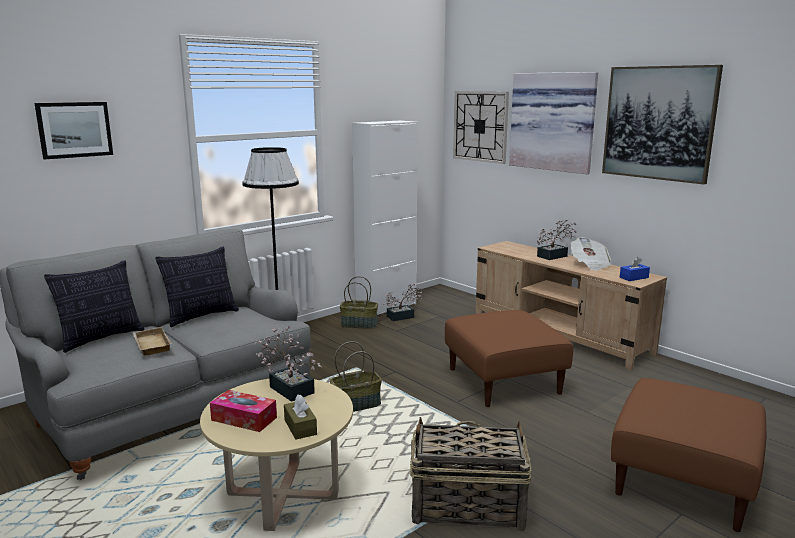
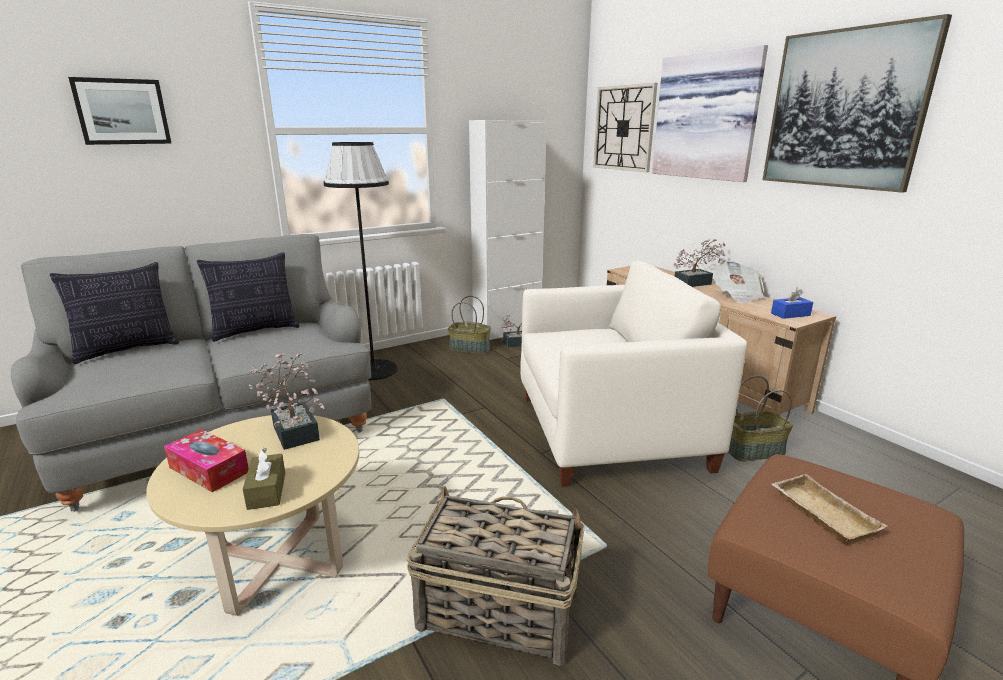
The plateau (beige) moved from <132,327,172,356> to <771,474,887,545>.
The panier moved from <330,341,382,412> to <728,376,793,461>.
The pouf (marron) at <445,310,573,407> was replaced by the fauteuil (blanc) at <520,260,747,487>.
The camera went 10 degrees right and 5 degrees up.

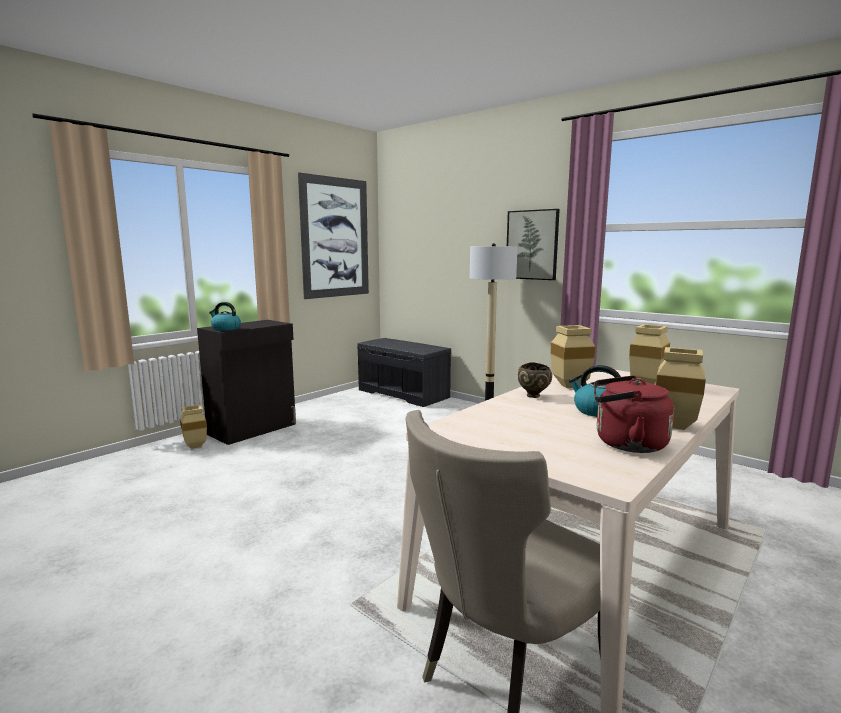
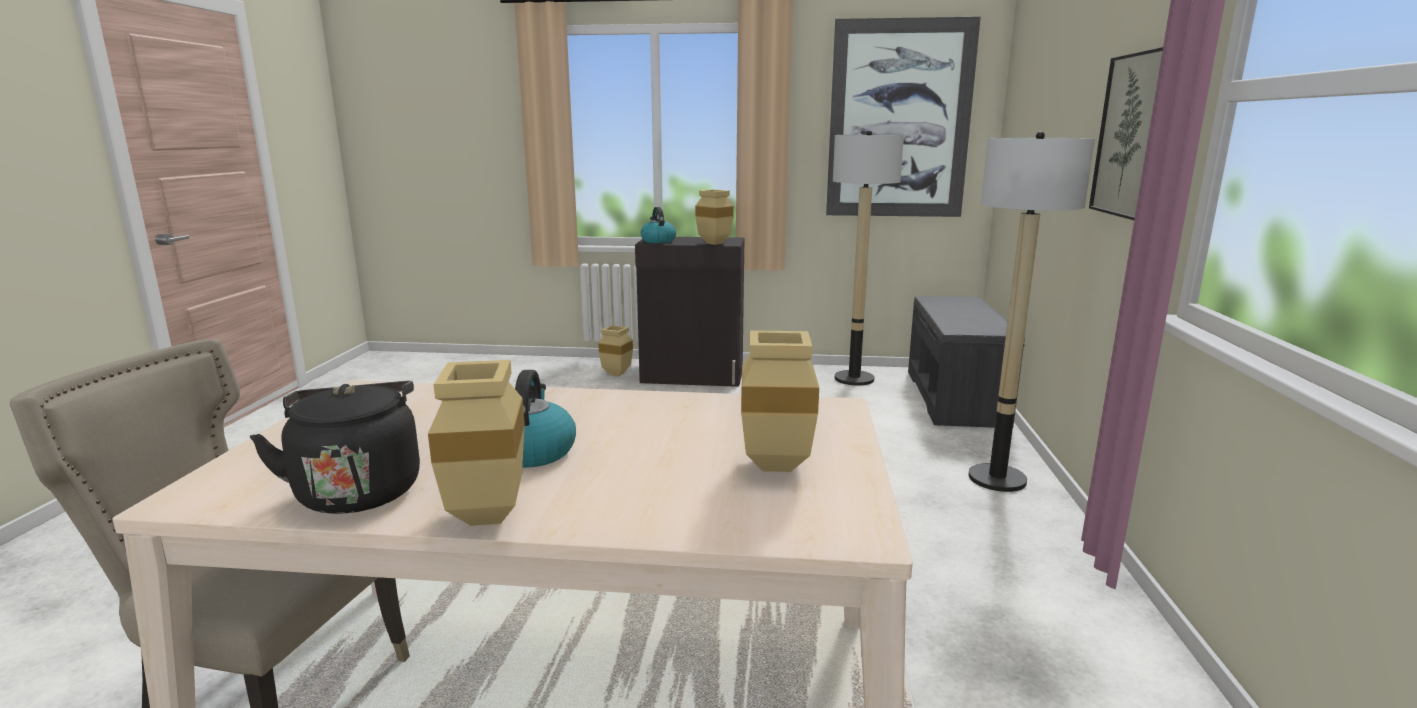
The bol (marron) at <518,362,552,398> disappeared.
The vase (beige) moved from <550,325,595,388> to <695,189,734,245>.
The bouilloire (rouge) at <594,376,674,453> became the bouilloire (noir) at <250,381,420,514>.
The lampadaire at <833,130,904,386> appeared.
The camera went 55 degrees right and 5 degrees up.

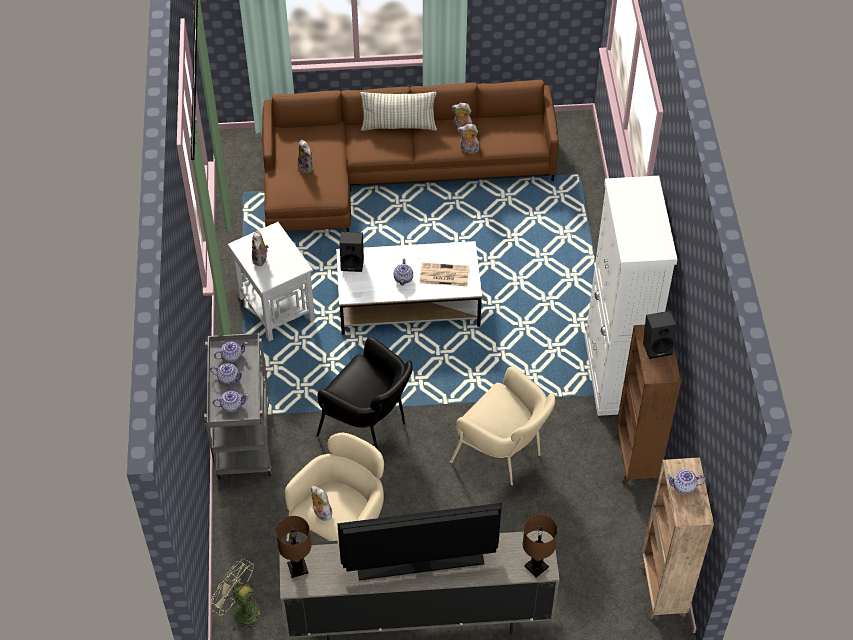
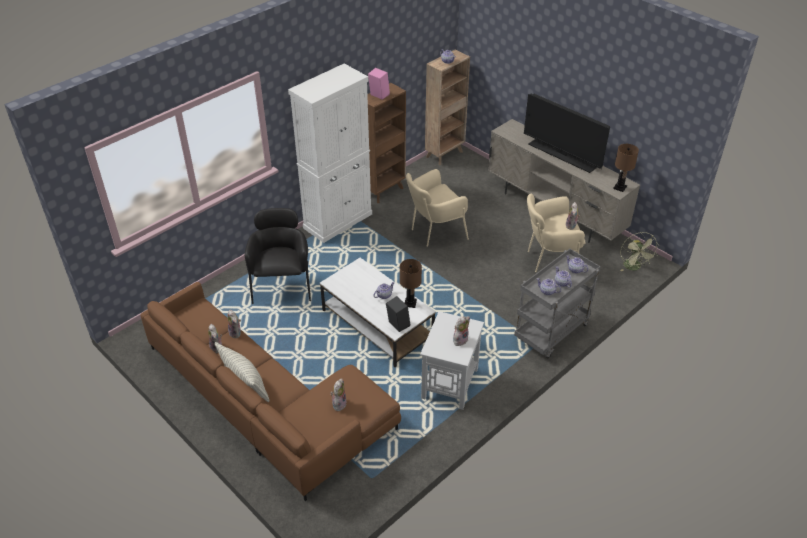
The fauteuil (noir) moved from <316,337,413,449> to <245,208,311,304>.
The journal at <420,263,469,286> disappeared.
The fauteuil (beige) at <450,366,555,485> turned 120 degrees counterclockwise.
The lampe de table (marron) moved from <523,514,558,578> to <400,259,422,308>.
The enceinte (noir) at <643,311,677,359> became the enceinte (rose) at <368,68,390,100>.
The camera went 130 degrees left and 10 degrees down.

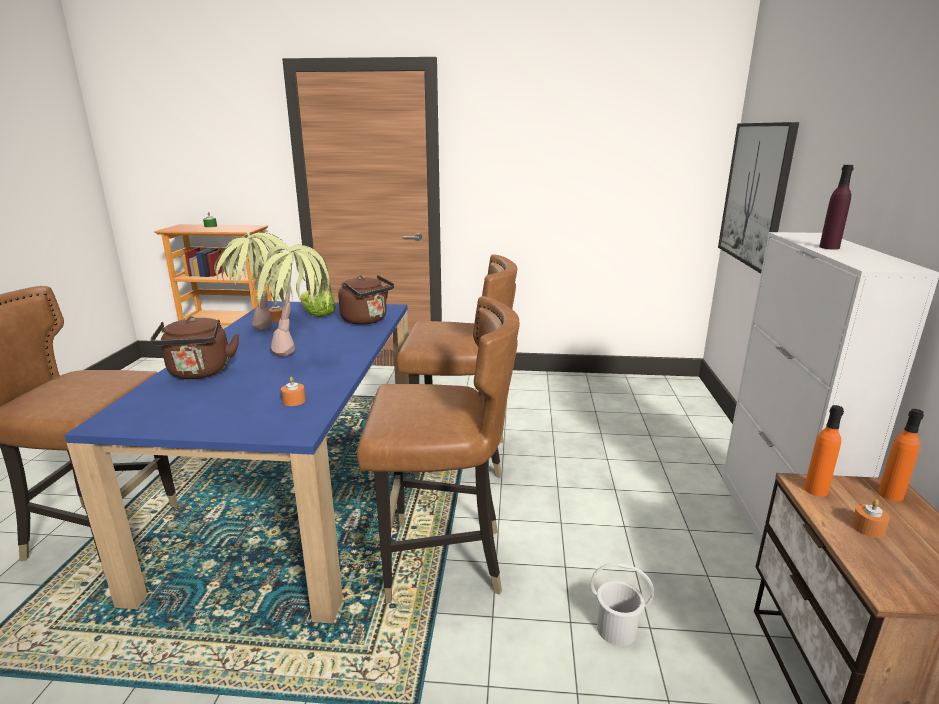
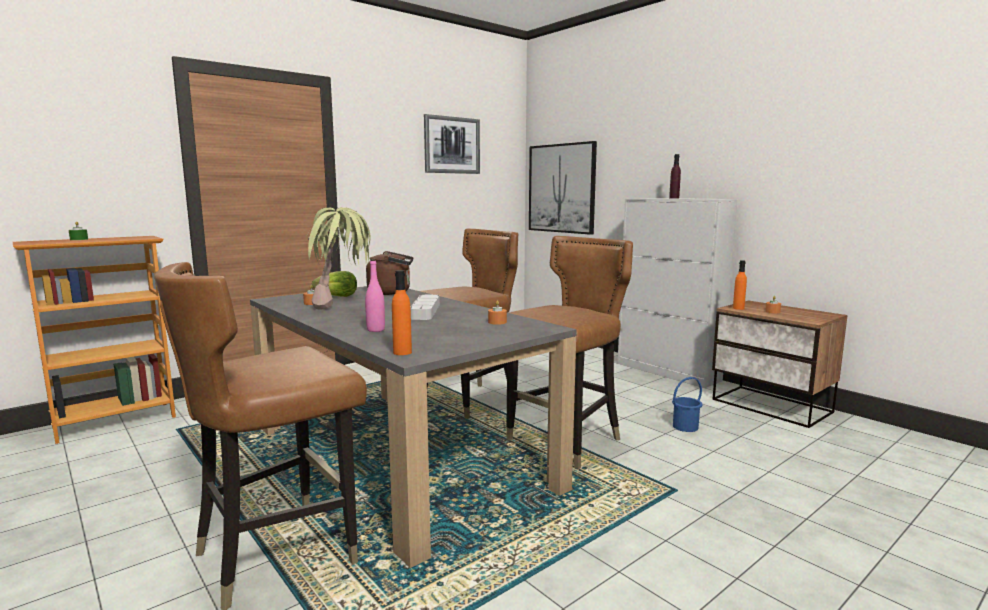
The table à manger (bleu) at <64,301,409,624> became the table à manger (gris) at <250,286,577,568>.
The bouilloire (marron) at <150,316,239,379> was replaced by the bouteille (rose) at <365,259,385,332>.
The plante en pot at <252,244,332,357> was replaced by the plateau (gris) at <410,295,440,320>.
The seau (blanc) at <591,563,654,646> became the seau (bleu) at <672,377,702,432>.
The bouteille (orange) moved from <878,409,924,501> to <392,270,412,355>.
The tableau at <424,114,480,174> appeared.
The camera went 45 degrees left and 10 degrees down.

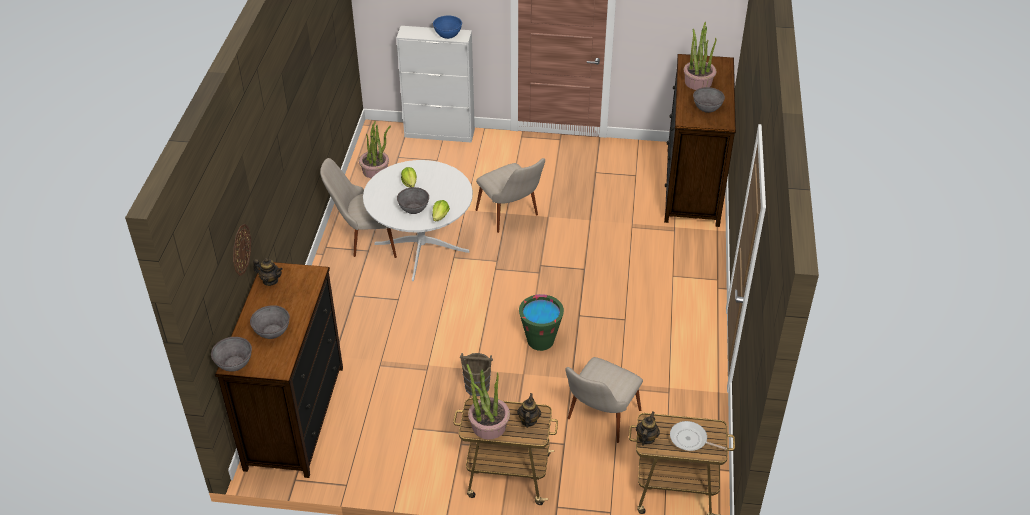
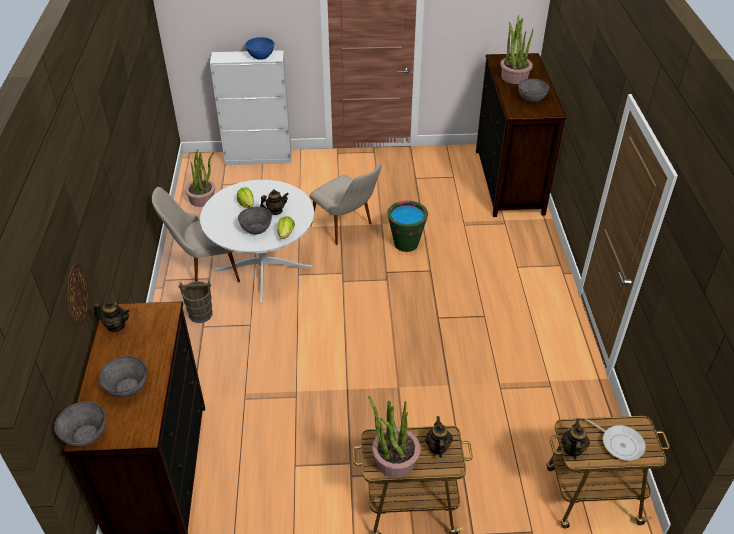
The seau (marron) moved from <460,353,493,396> to <179,281,213,323>.
The seau (vert) moved from <519,294,564,351> to <387,201,428,252>.
The chaise (beige) at <565,357,643,443> disappeared.
The poêle at <670,421,727,451> turned 150 degrees counterclockwise.
The théière at <260,189,289,215> appeared.
The camera went 10 degrees left and 0 degrees up.

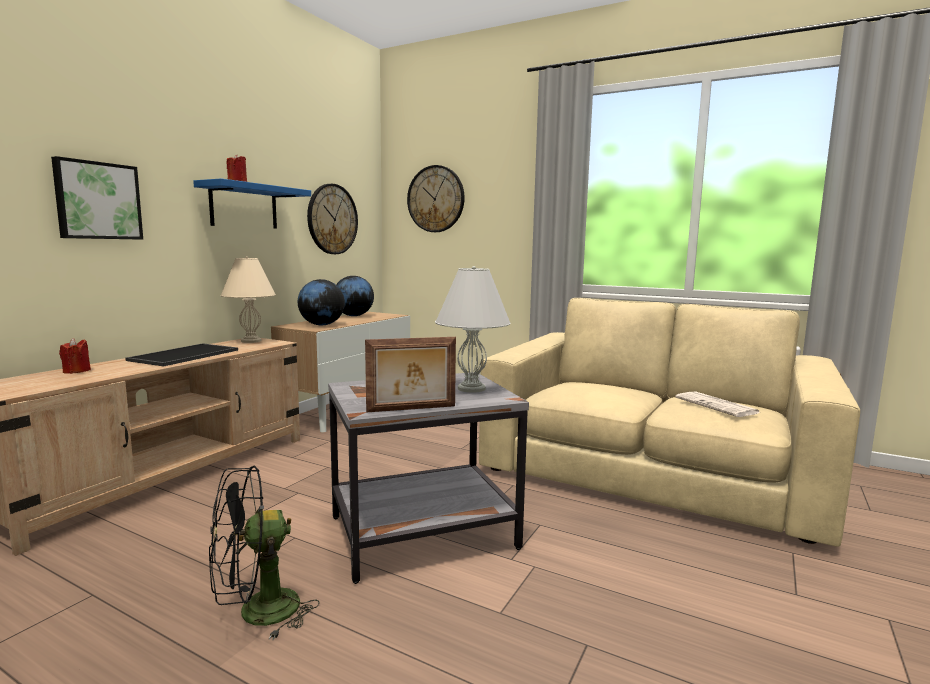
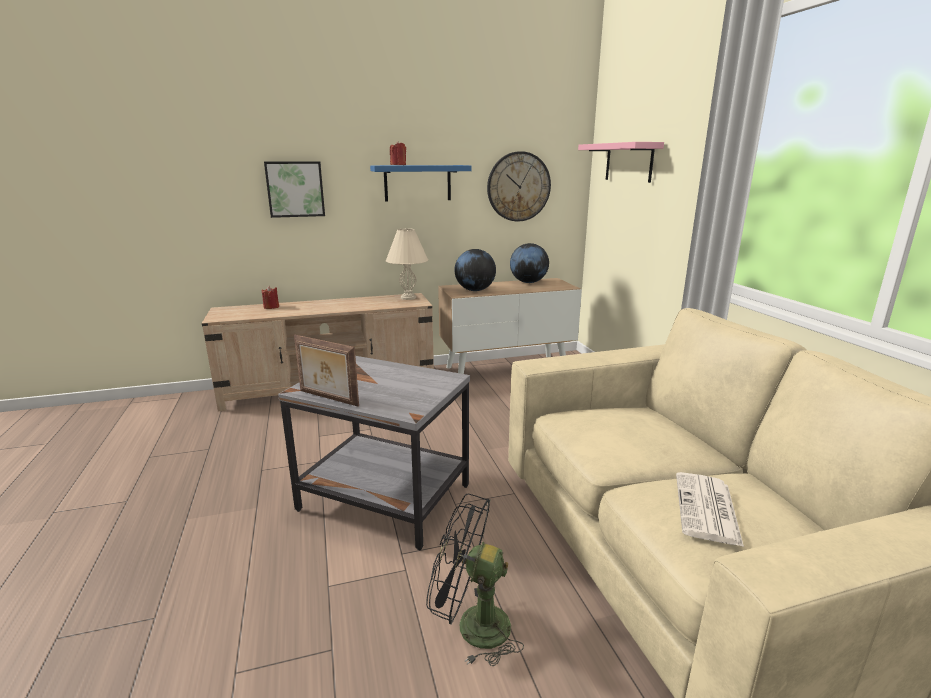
The plateau at <125,343,238,367> disappeared.
The ventilateur (noir) moved from <209,466,320,640> to <426,494,524,666>.
The horloge murale at <407,165,465,232> was replaced by the étagère (rose) at <578,142,664,183>.
The lampe de table (blanc) at <435,266,510,393> disappeared.
The camera went 45 degrees right and 10 degrees up.

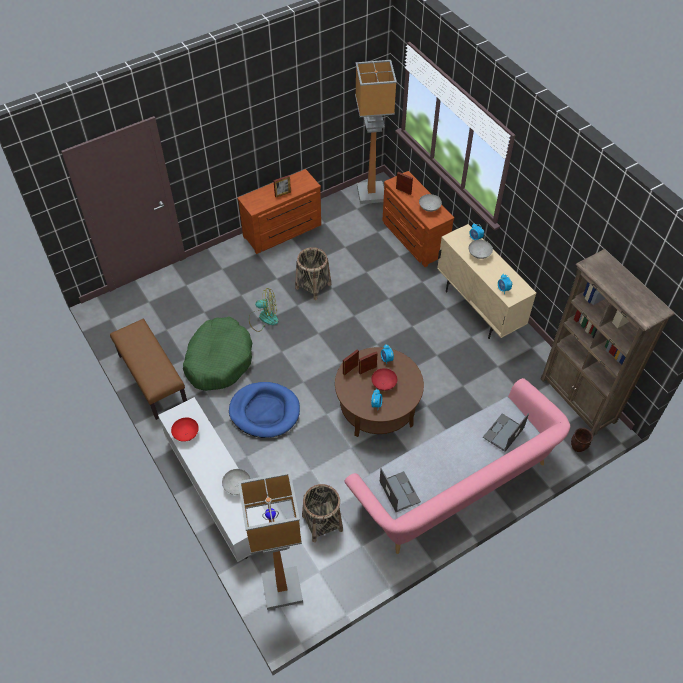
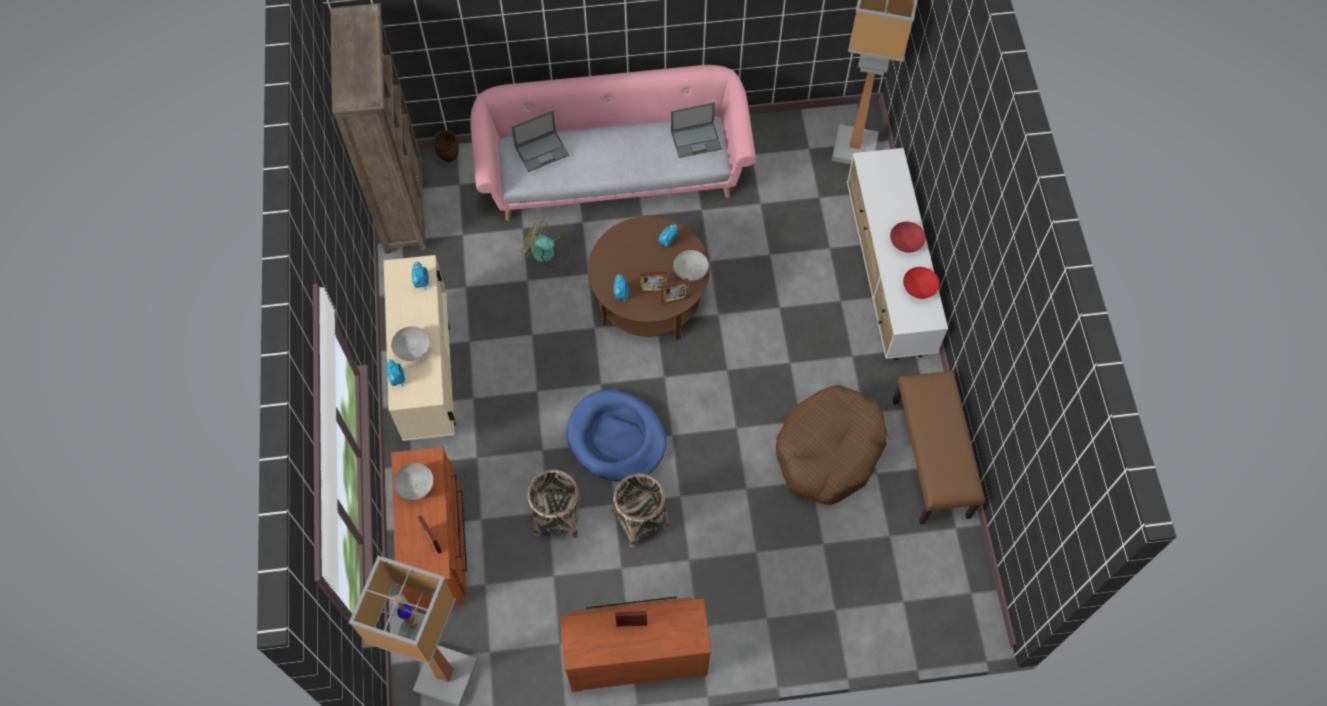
The panier pour chien (vert) at <183,317,252,391> became the panier pour chien (marron) at <776,385,887,505>.
The bol (gris) moved from <222,469,250,495> to <673,250,709,281>.
The panier pour chien (bleu) moved from <229,382,300,438> to <567,390,666,481>.
The ventilateur moved from <248,288,278,332> to <521,218,571,268>.
The panier moved from <302,484,343,542> to <528,469,581,538>.
The bol (rouge) moved from <371,368,397,391> to <890,222,926,253>.
The ordinateur portable at <379,468,421,512> turned 105 degrees counterclockwise.
The camera went 155 degrees left and 10 degrees up.

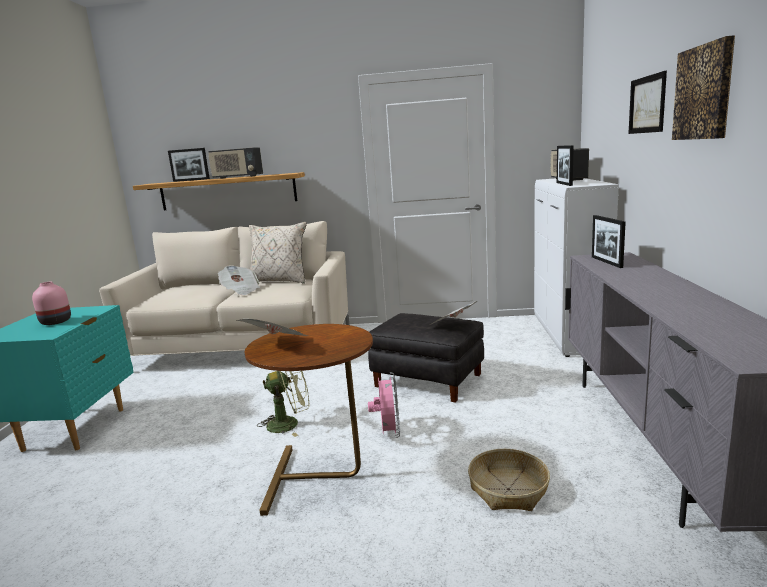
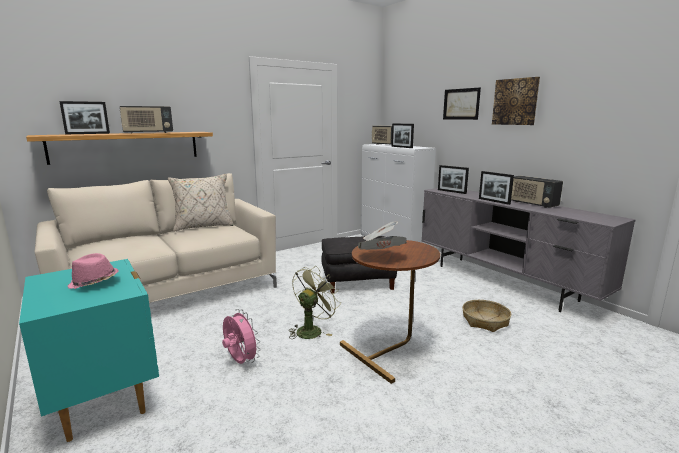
The vase (rose) at <32,282,71,325> was replaced by the chapeau (rose) at <68,253,119,289>.
The journal at <218,265,260,295> disappeared.
The ventilateur (rose) moved from <368,372,400,438> to <222,309,261,364>.
The cadre photo at <479,171,514,205> appeared.
The radio at <511,176,563,208> appeared.
The camera went 40 degrees left and 0 degrees up.

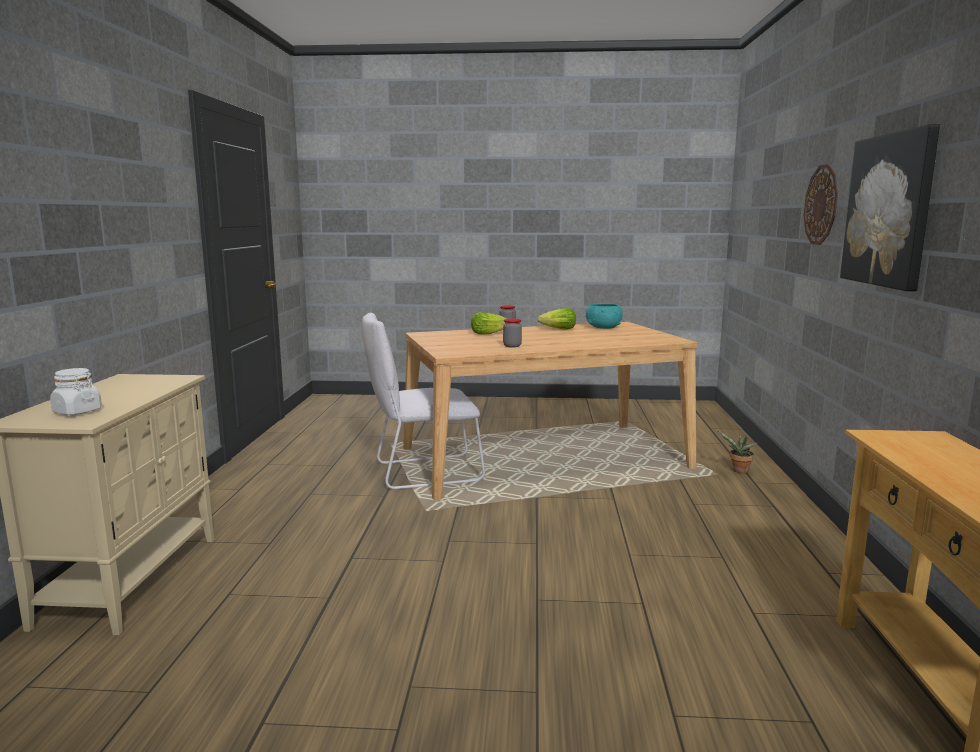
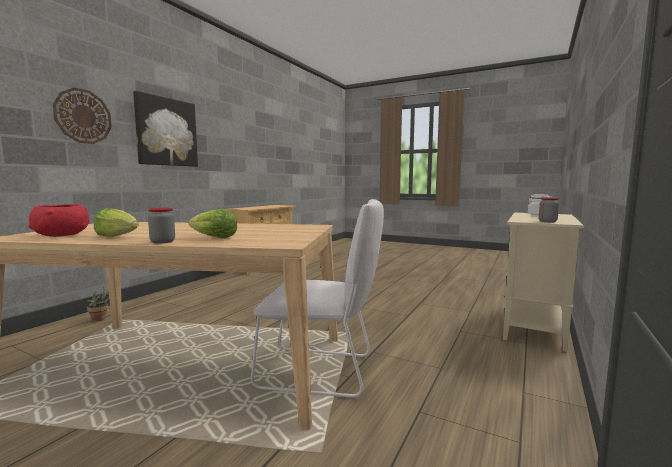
The bocal moved from <503,319,522,347> to <539,197,559,223>.
The bol (turquoise) at <586,303,623,329> became the bol (rouge) at <28,204,89,237>.
The camera went 155 degrees left and 5 degrees down.

